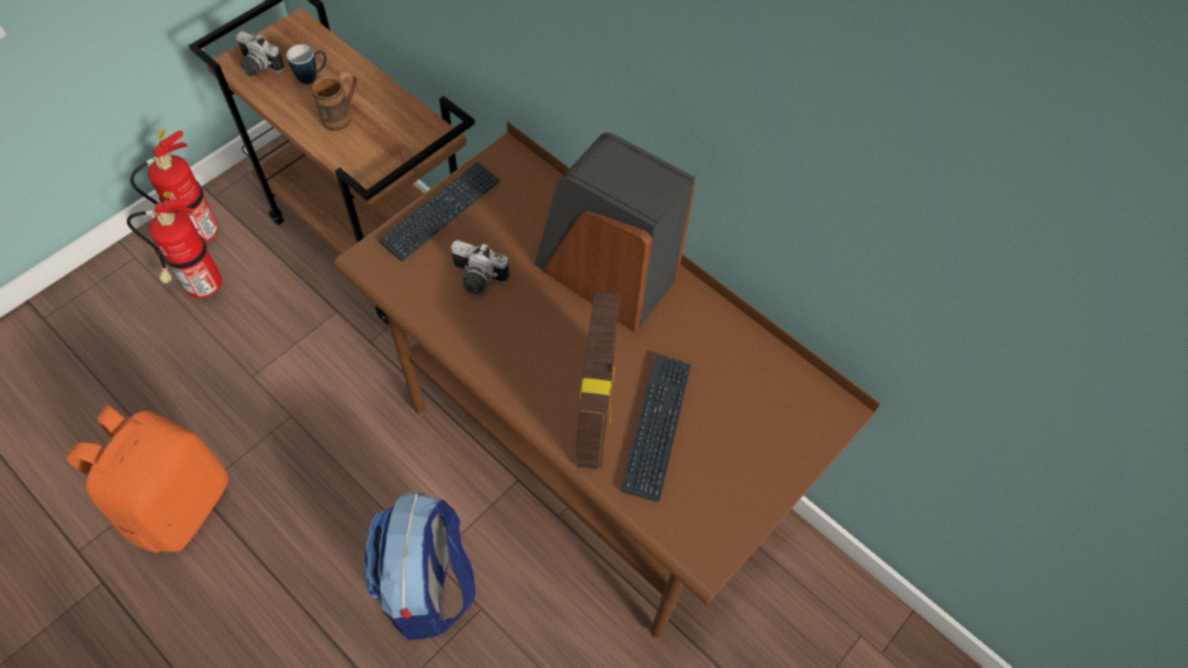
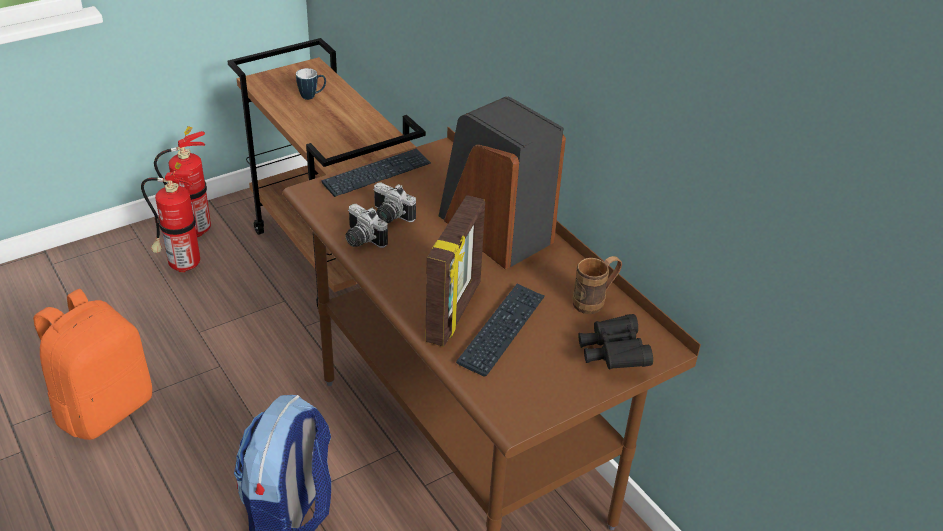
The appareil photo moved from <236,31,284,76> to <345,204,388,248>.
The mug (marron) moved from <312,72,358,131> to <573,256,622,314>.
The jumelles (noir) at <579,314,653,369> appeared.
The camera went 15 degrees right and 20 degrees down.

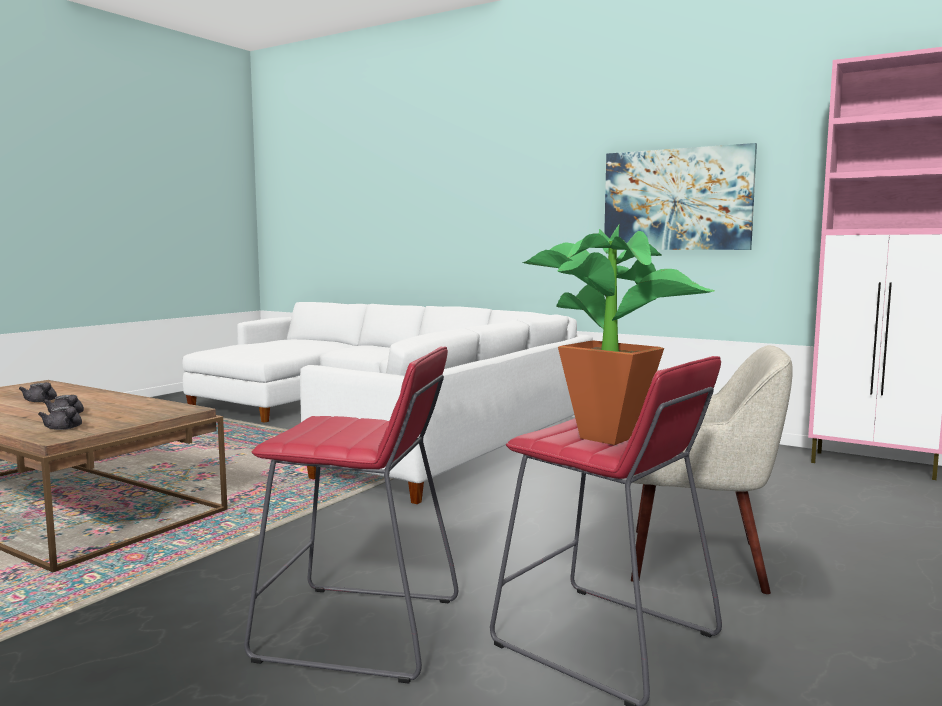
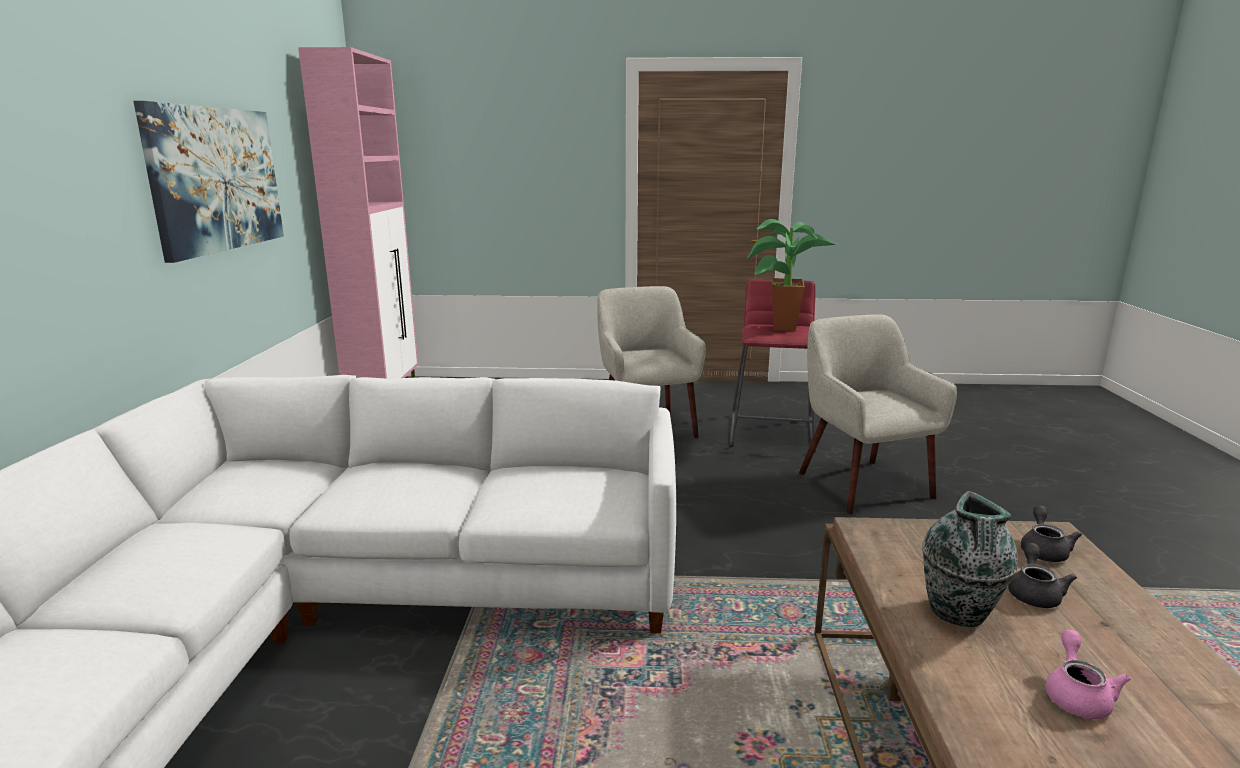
The théière (gris) at <19,382,57,402> became the théière (rose) at <1045,630,1131,719>.
The tabouret (rouge) at <244,346,458,684> was replaced by the fauteuil (beige) at <799,314,957,514>.
The vase at <922,491,1018,627> appeared.
The camera went 120 degrees left and 10 degrees up.

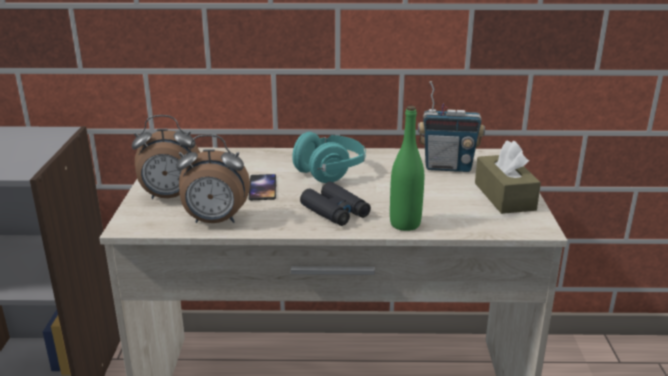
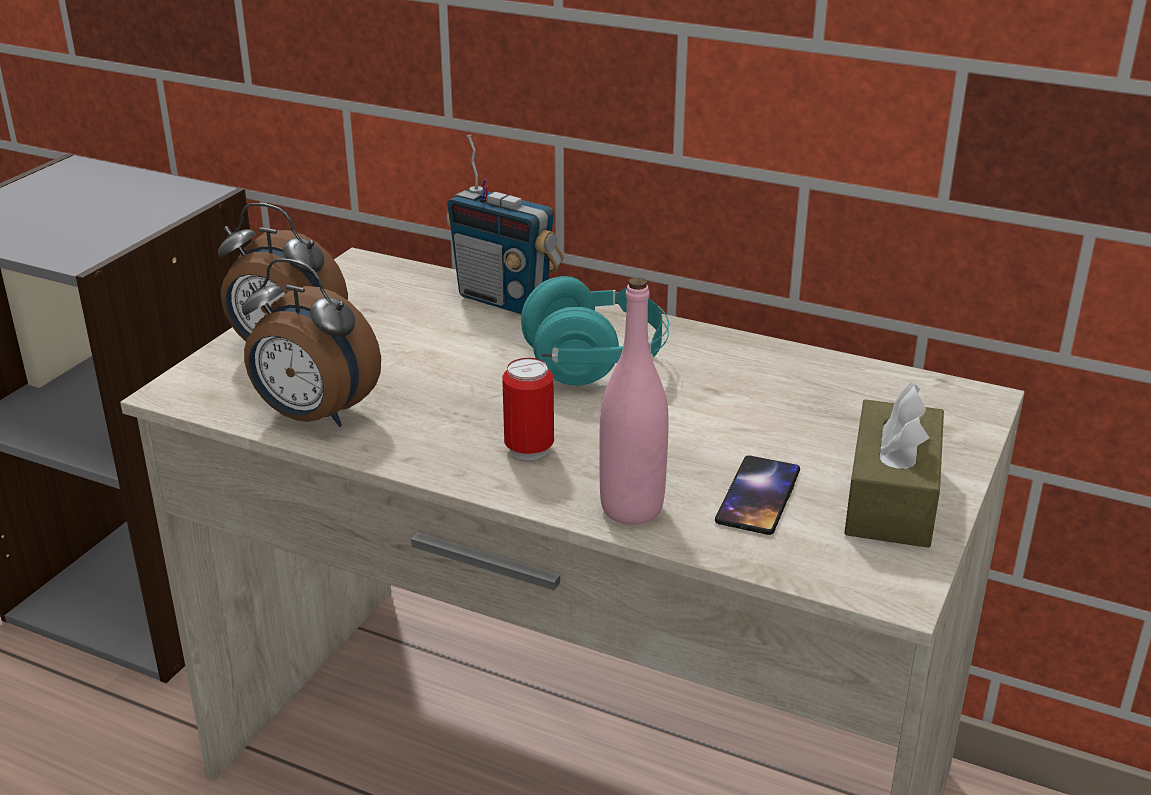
The téléphone moved from <249,174,276,200> to <715,455,800,535>.
The jumelles (noir) at <300,182,371,226> was replaced by the boîte métallique at <502,358,554,460>.
The bouteille (vert) at <390,106,424,231> became the bouteille (rose) at <599,277,669,525>.
The radio moved from <418,81,485,172> to <446,134,564,314>.
The camera went 25 degrees right and 5 degrees up.

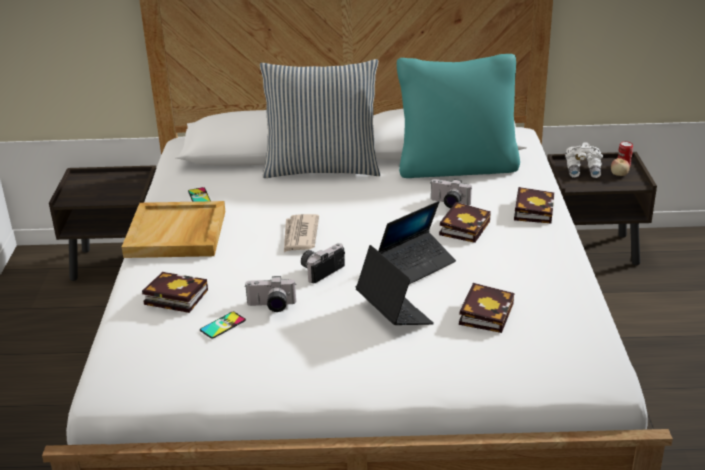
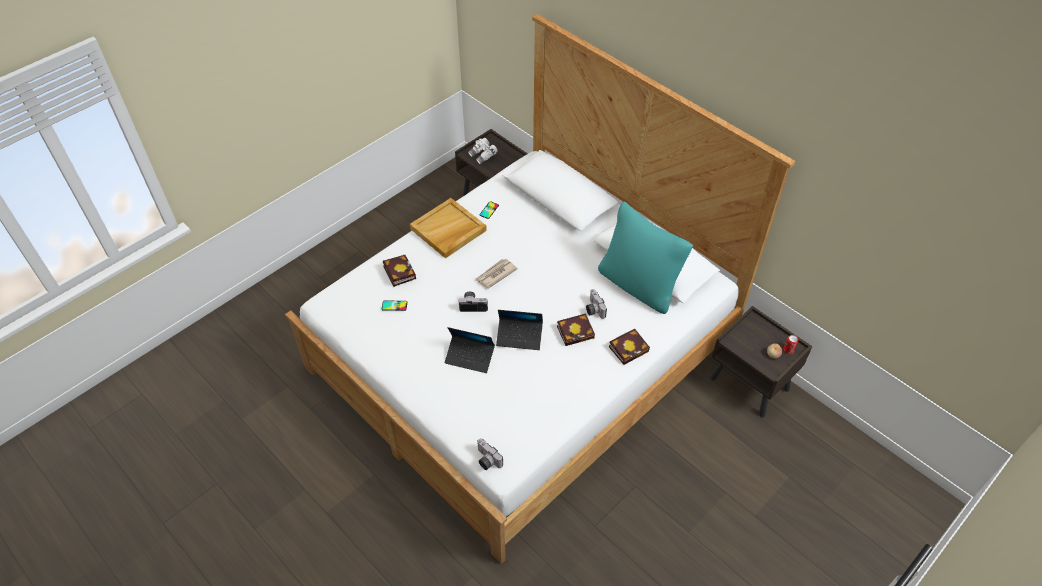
The appareil photo moved from <244,276,296,312> to <477,439,503,470>.
The coussin at <260,59,380,178> disappeared.
The ordinateur portable at <356,245,434,325> turned 90 degrees clockwise.
The livre at <459,283,514,333> disappeared.
The jumelles (blanc) moved from <565,142,603,178> to <468,138,498,164>.
The camera went 45 degrees right and 20 degrees up.

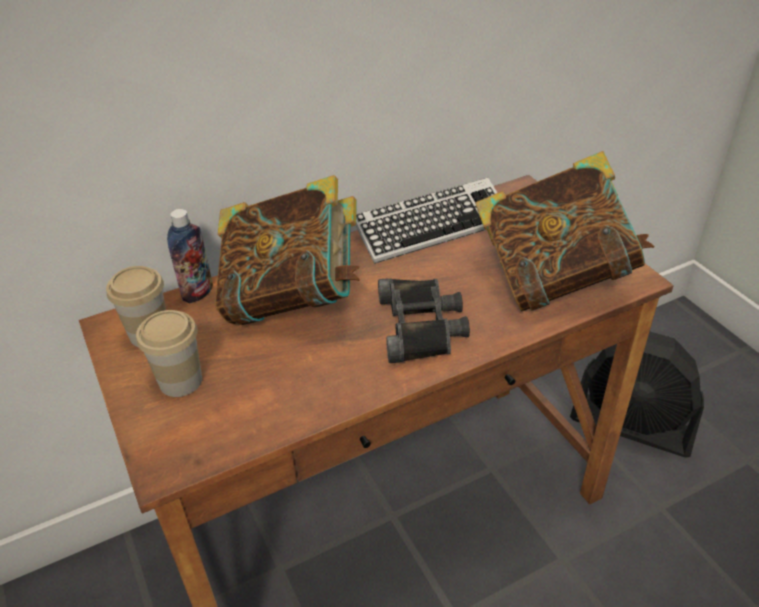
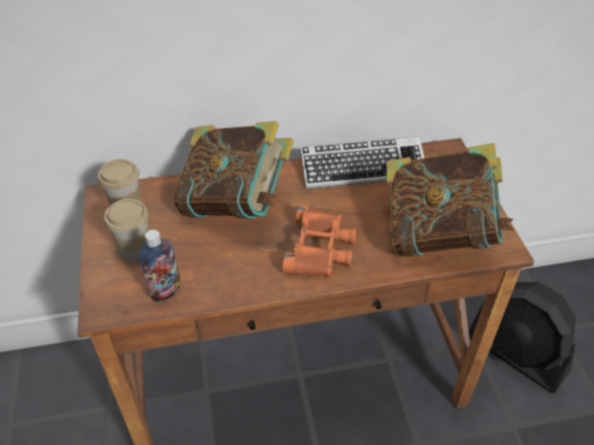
The bouteille moved from <167,209,213,303> to <140,230,180,302>.
The jumelles (noir) at <378,278,470,363> became the jumelles (orange) at <282,205,356,276>.
The camera went 15 degrees right and 5 degrees up.

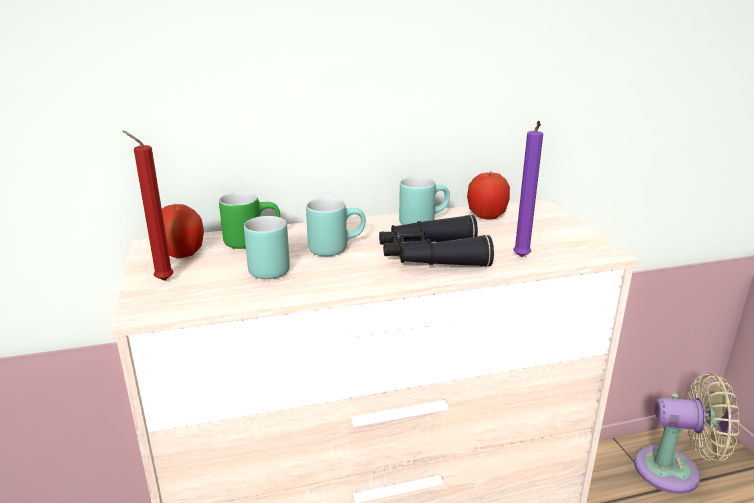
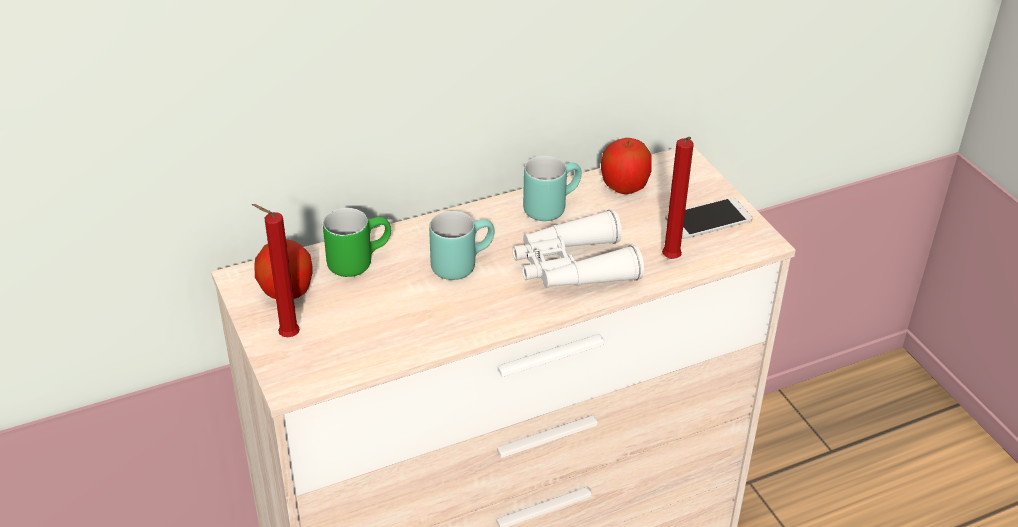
The mug (turquoise) at <244,216,290,279> disappeared.
The jumelles (noir) at <379,215,494,267> became the jumelles (blanc) at <512,210,644,288>.
The bougie (violet) at <513,121,543,257> became the bougie (rouge) at <662,137,694,259>.
The ventilateur (beige) at <634,373,740,494> disappeared.
The téléphone at <665,197,753,239> appeared.
The camera went 10 degrees left and 15 degrees up.

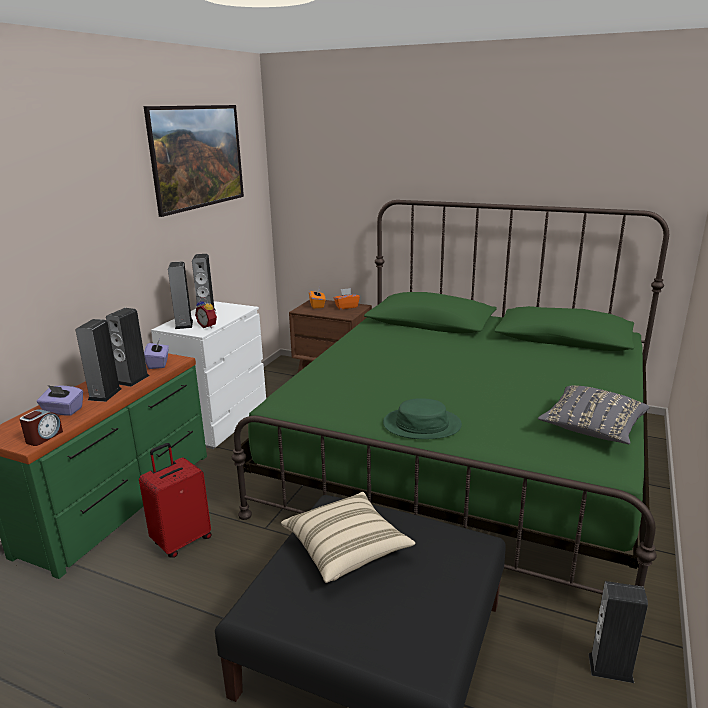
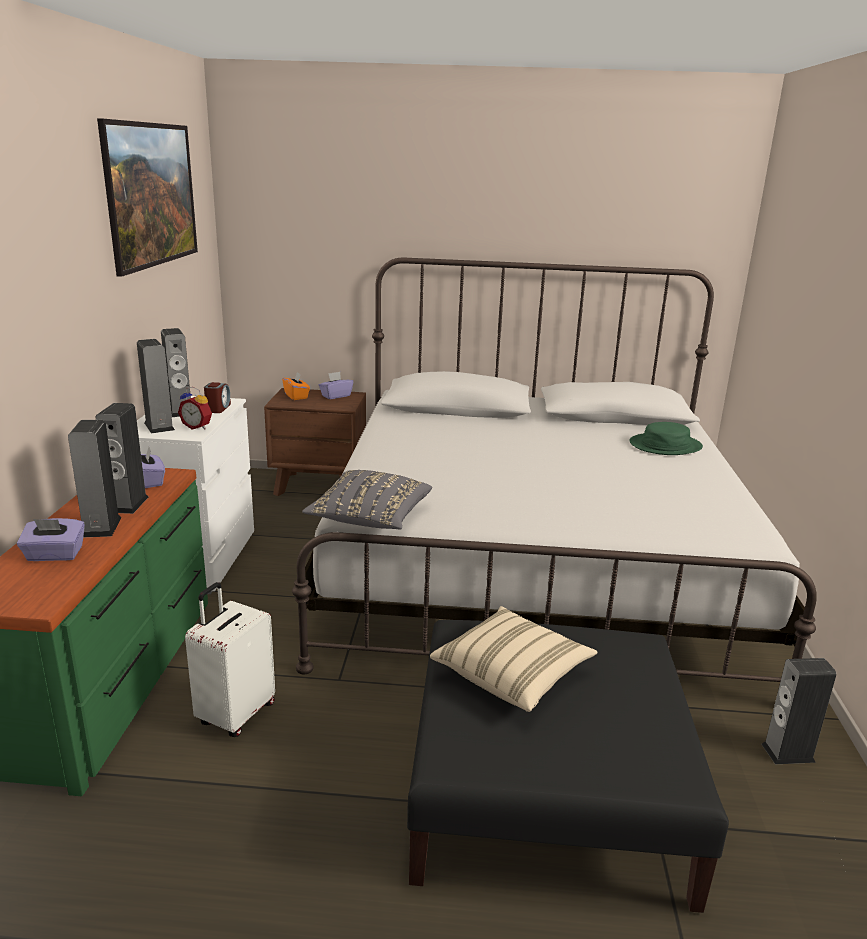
The réveil moved from <20,409,63,446> to <204,382,231,413>.
The valise (rouge) at <139,443,212,558> became the valise (blanc) at <185,582,275,737>.
The lit (vert) at <232,200,669,594> became the lit (blanc) at <292,258,817,682>.
The boîte à mouchoirs (orange) at <334,288,360,309> became the boîte à mouchoirs (violet) at <319,372,353,399>.
The chapeau (vert) moved from <383,398,462,439> to <629,422,703,455>.
The coussin (gris) moved from <538,385,649,444> to <302,470,432,529>.
The camera went 20 degrees left and 0 degrees up.

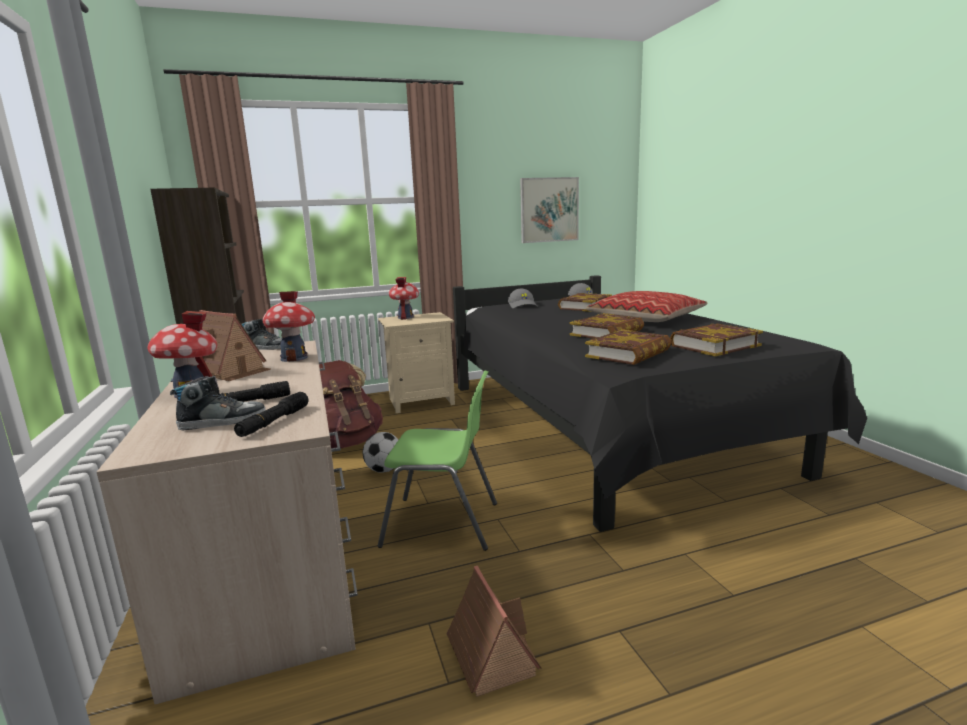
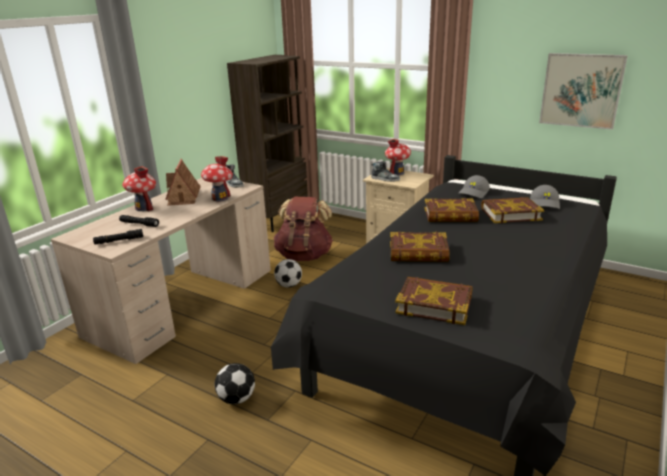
The chaussure moved from <170,376,266,430> to <371,161,400,182>.
The chaise (vert) at <378,370,497,551> disappeared.
The maison miniature at <447,566,542,697> disappeared.
The livre moved from <585,329,671,365> to <424,198,479,222>.
The coussin at <586,291,707,322> disappeared.
The ballon de foot at <215,363,255,404> appeared.
The camera went 50 degrees right and 10 degrees up.

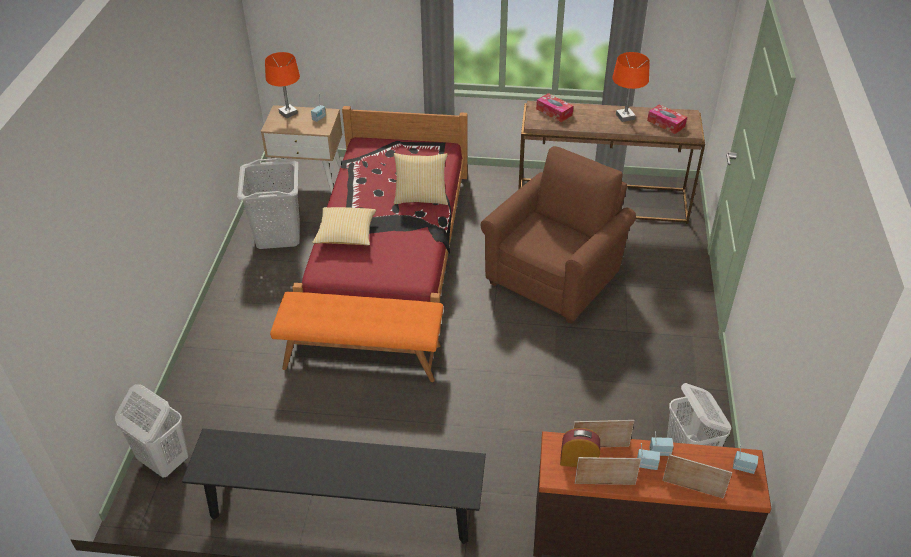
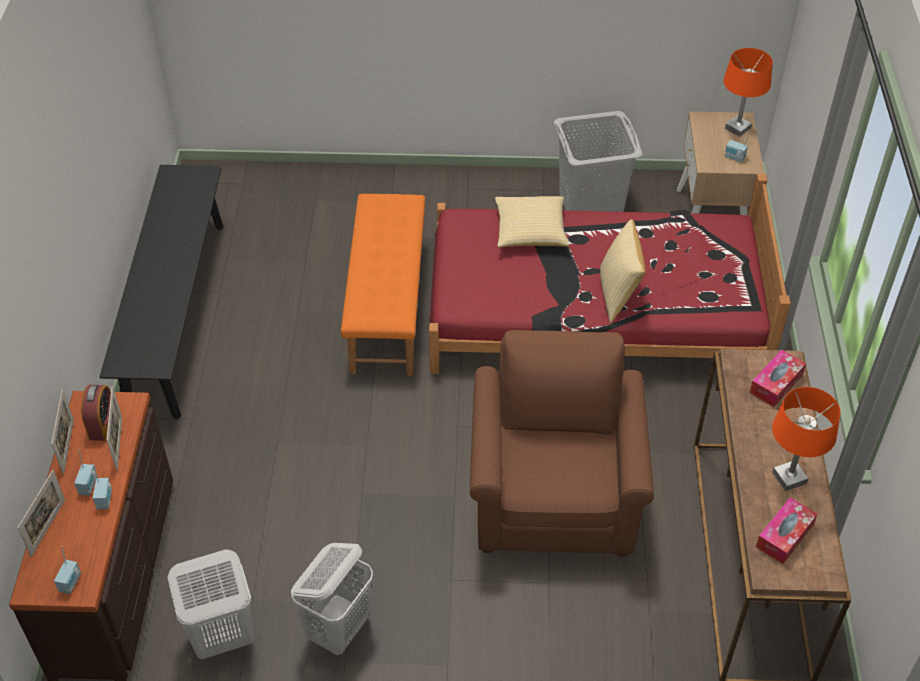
The panier à linge (blanc) moved from <115,384,188,478> to <291,543,373,655>.
The fauteuil (marron) at <481,146,636,324> turned 120 degrees counterclockwise.
The camera went 85 degrees right and 5 degrees up.

